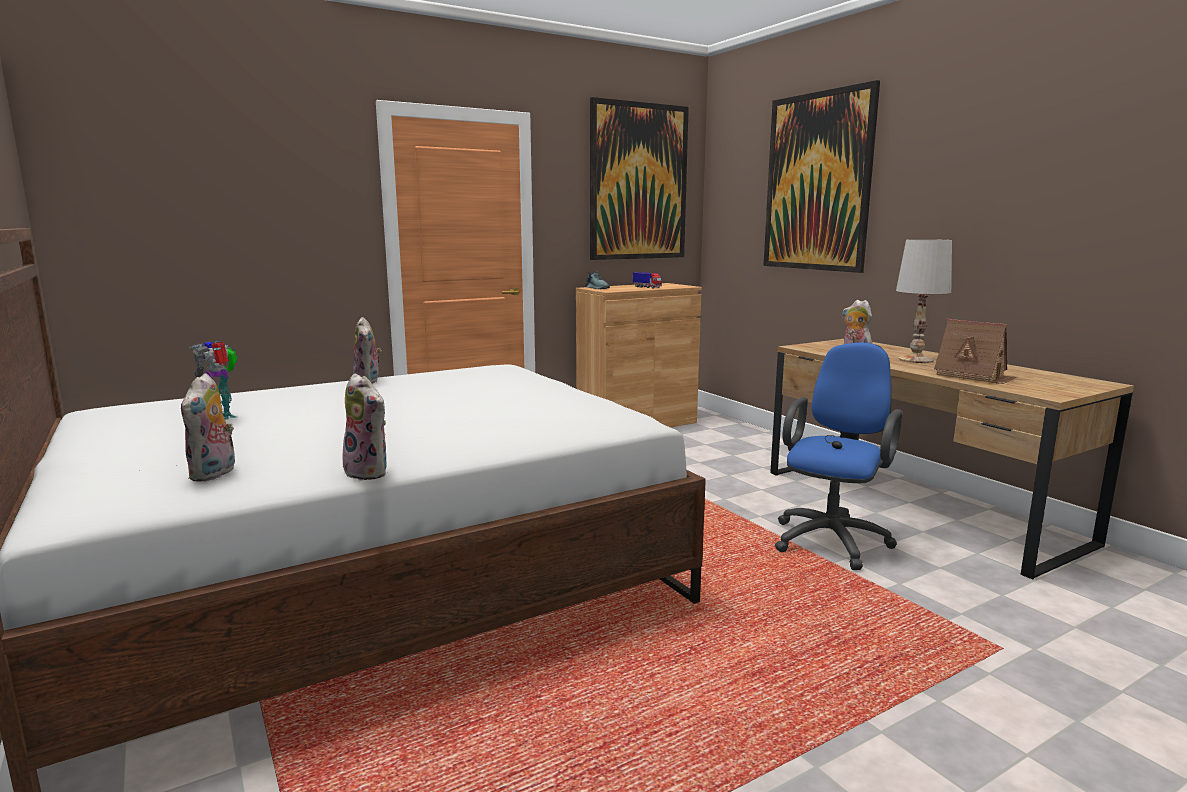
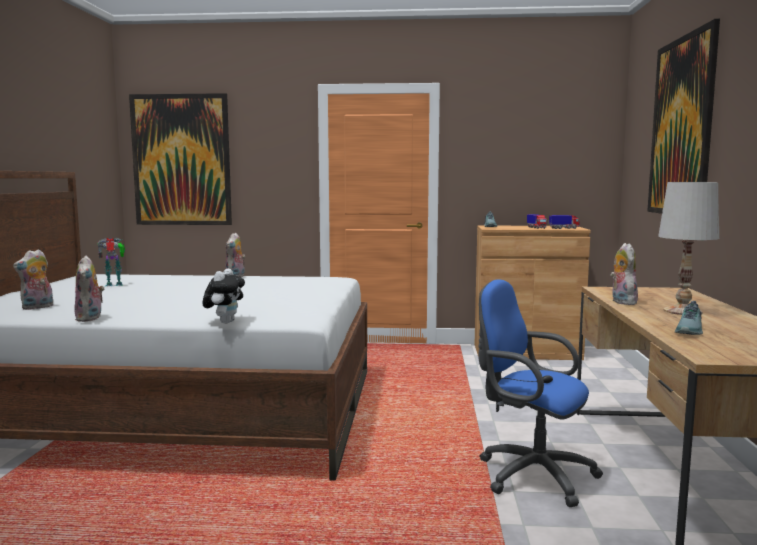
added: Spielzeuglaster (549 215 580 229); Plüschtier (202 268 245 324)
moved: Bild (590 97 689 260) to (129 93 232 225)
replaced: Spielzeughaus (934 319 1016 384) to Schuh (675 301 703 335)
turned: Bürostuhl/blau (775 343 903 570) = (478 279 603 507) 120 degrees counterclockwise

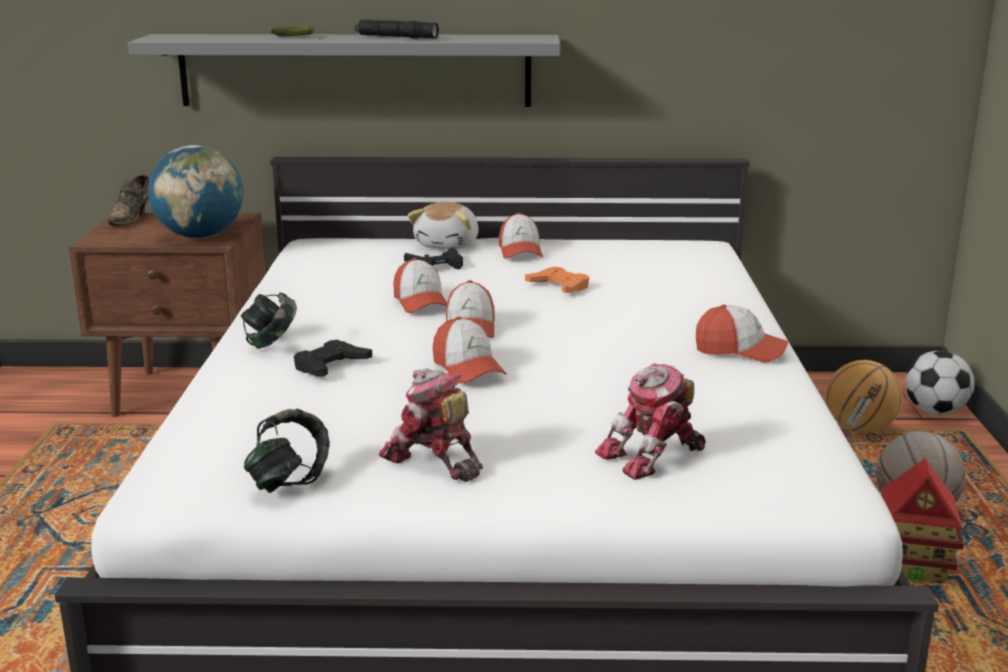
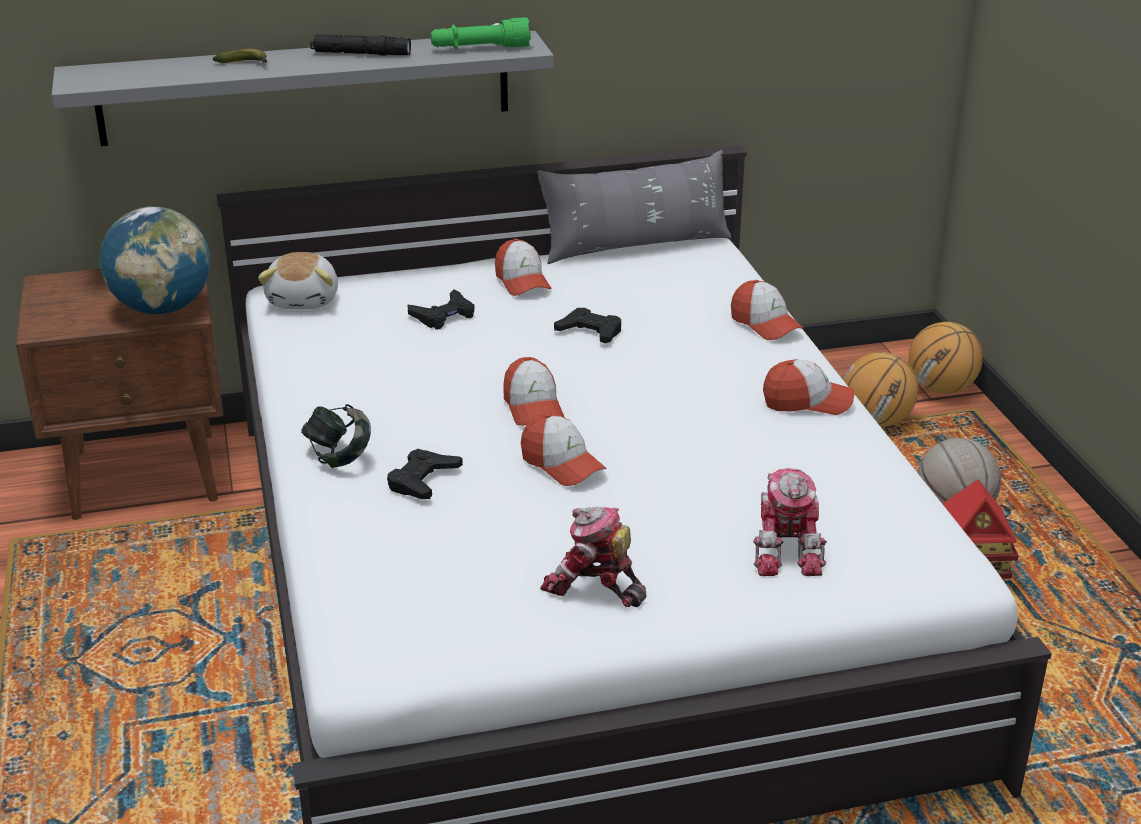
removed: Schuh/braun (108 175 150 226); Kopfhörer (244 409 330 493)
added: Taschenlampe/grün (431 17 531 49); Kissen/grau (537 150 732 264)
moved: Plüschtier (408 202 479 249) to (258 252 338 309); Kappe (393 258 447 313) to (731 280 804 340)
replaced: Fußball (905 351 975 415) to Basketball (909 322 983 394)
recoloured: Gamepad/orange (525 267 589 293) to Gamepad/schwarz (554 308 621 343)
turned: Spielzeugroboter (595 363 706 480) = (753 468 827 576) 45 degrees counterclockwise

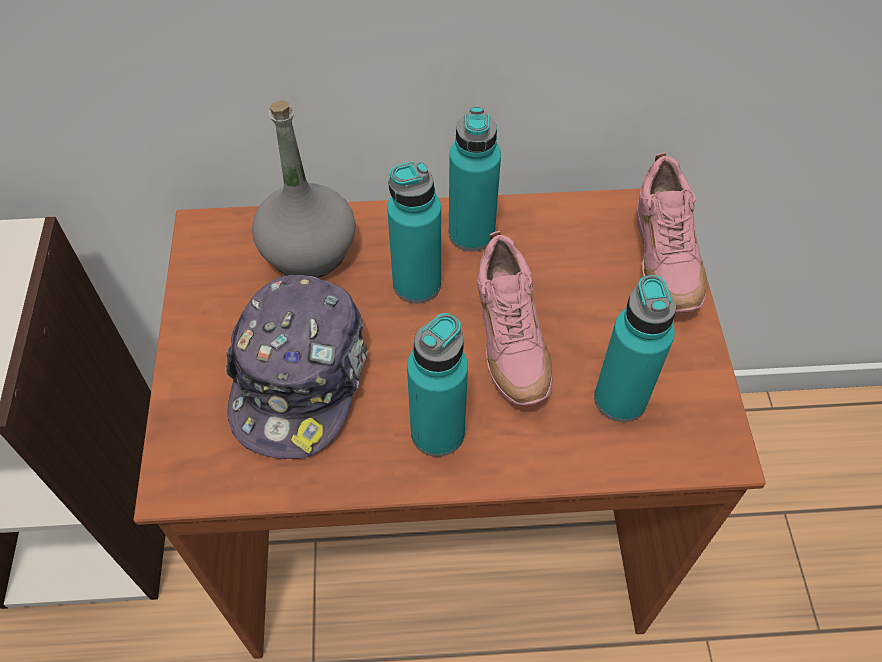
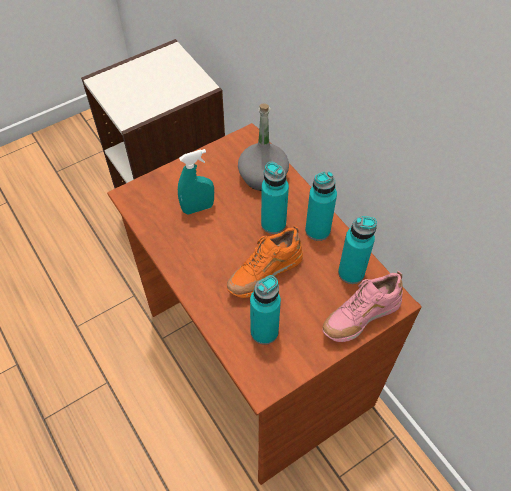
moved: Flasche/türkis (407 313 468 457) to (338 216 377 284)
replaced: Kappe (225 275 368 459) to Sprühflasche/türkis (178 149 214 214)
recoloured: Schuh/rosa (477 231 553 406) to Schuh/orange (227 226 303 298)

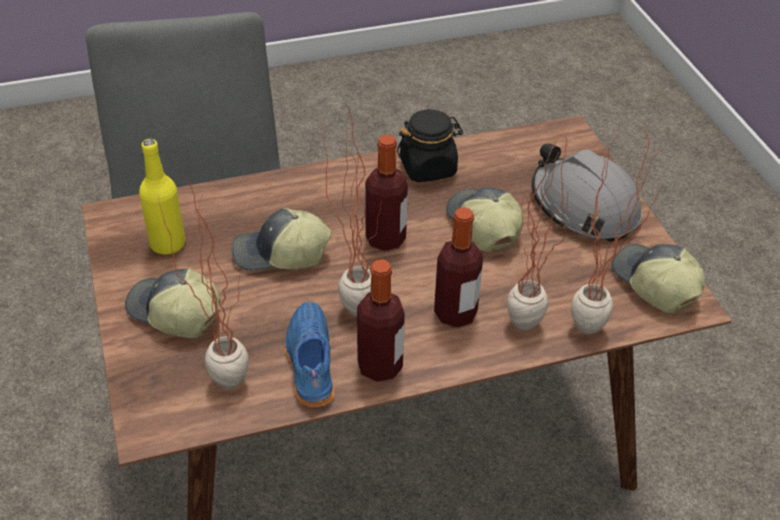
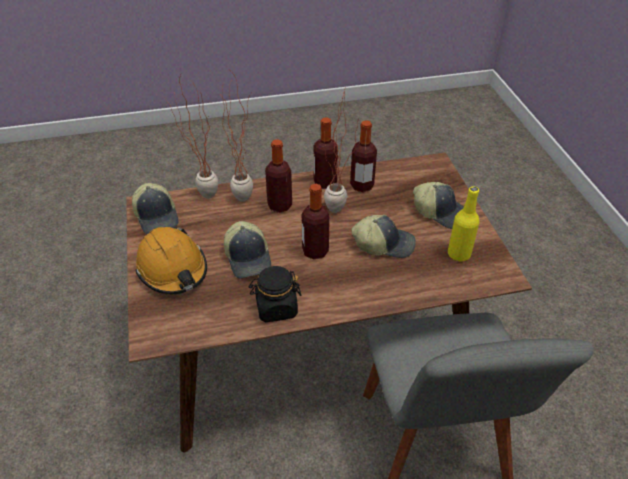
removed: Topfpflanze (158 175 249 389)
replaced: Schuh/blau (285 302 334 407) to Flasche (350 120 377 192)
recoloured: Schutzhelm/grau (532 143 642 242) to Schutzhelm/orange (136 227 207 295)

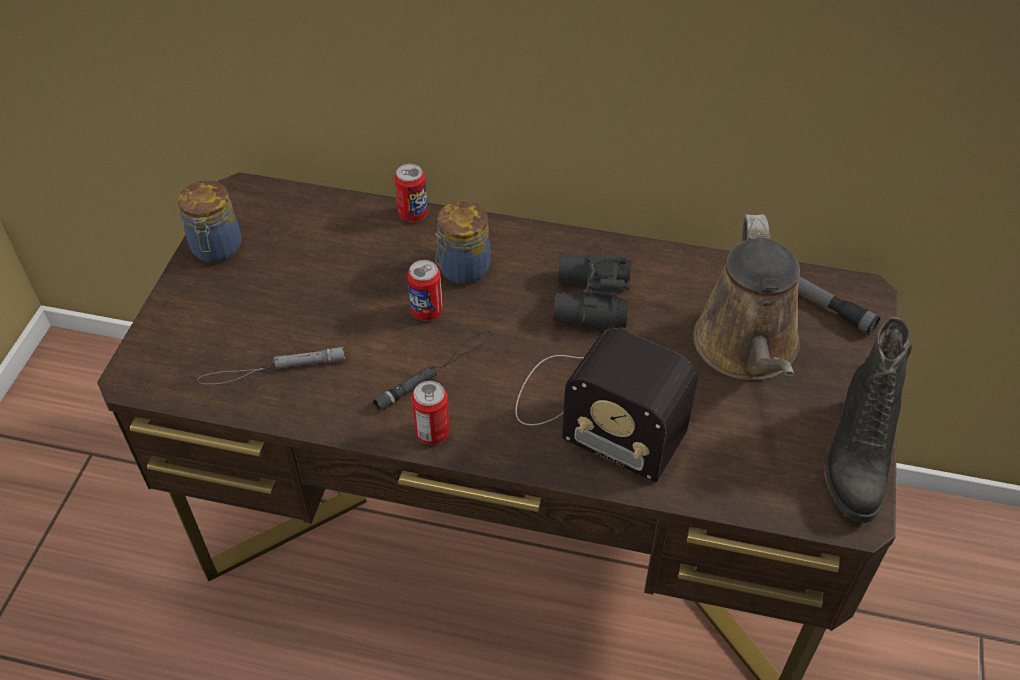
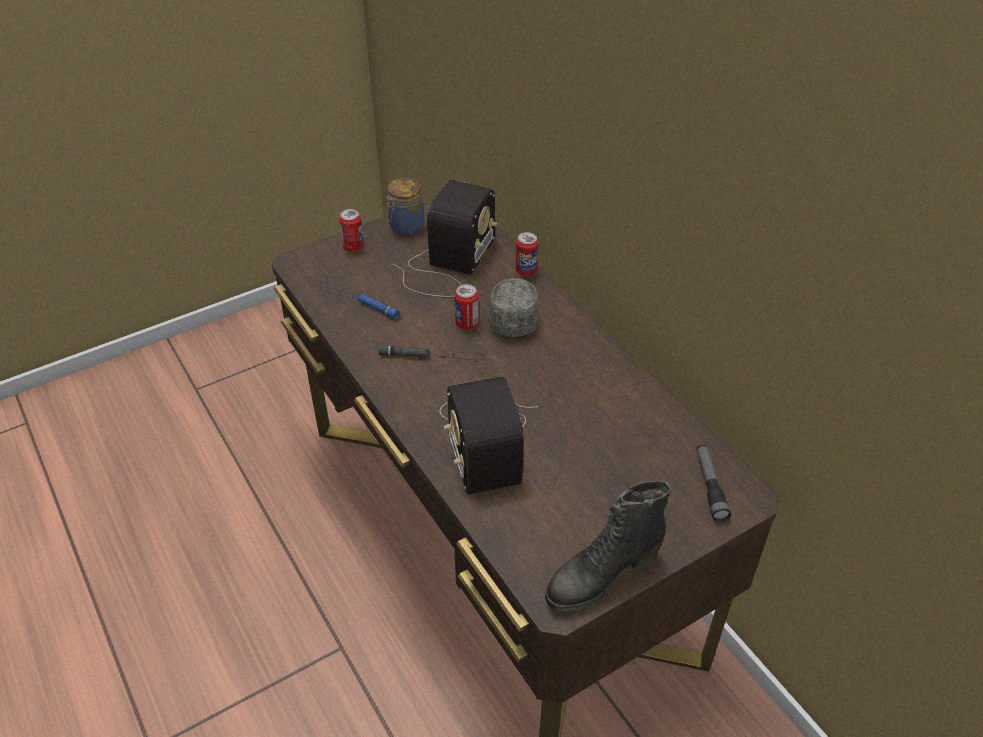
removed: Gießkanne/braun (693 214 800 380); Fernglas/schwarz (553 252 631 328)
added: Radio (392 180 497 297)
moved: Dose (412 381 450 445) to (339 209 364 252)
replaced: Vorratsglas (435 201 491 284) to Kappe/grau (488 278 539 337)
recoloured: Taschenlampe/grau (197 347 345 384) to Taschenlampe/blau (318 281 400 319)

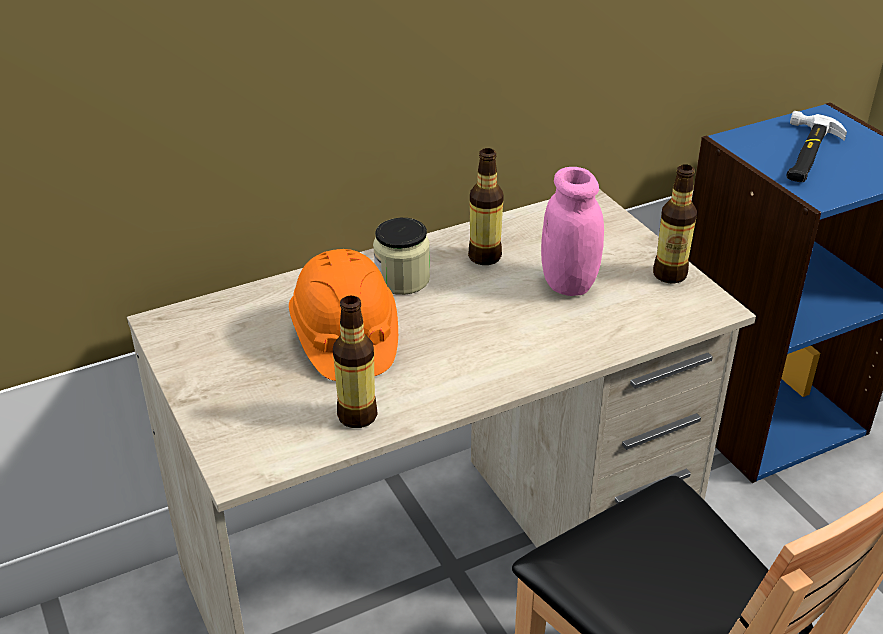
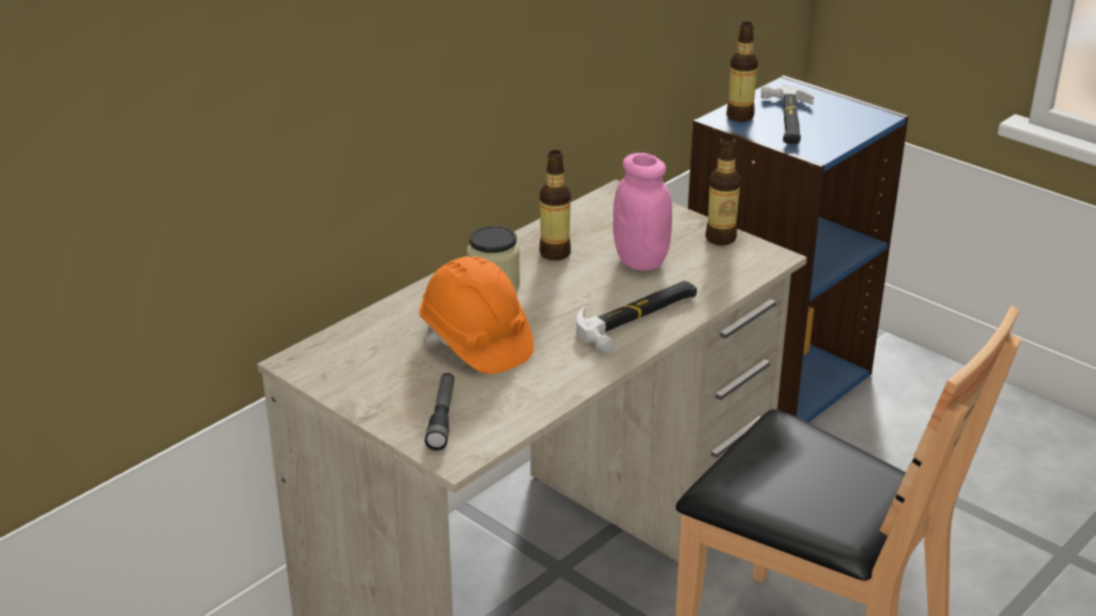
added: Hammer (576 281 697 353); Taschenlampe (425 373 454 450)
moved: Flasche (333 296 377 428) to (726 22 758 122)

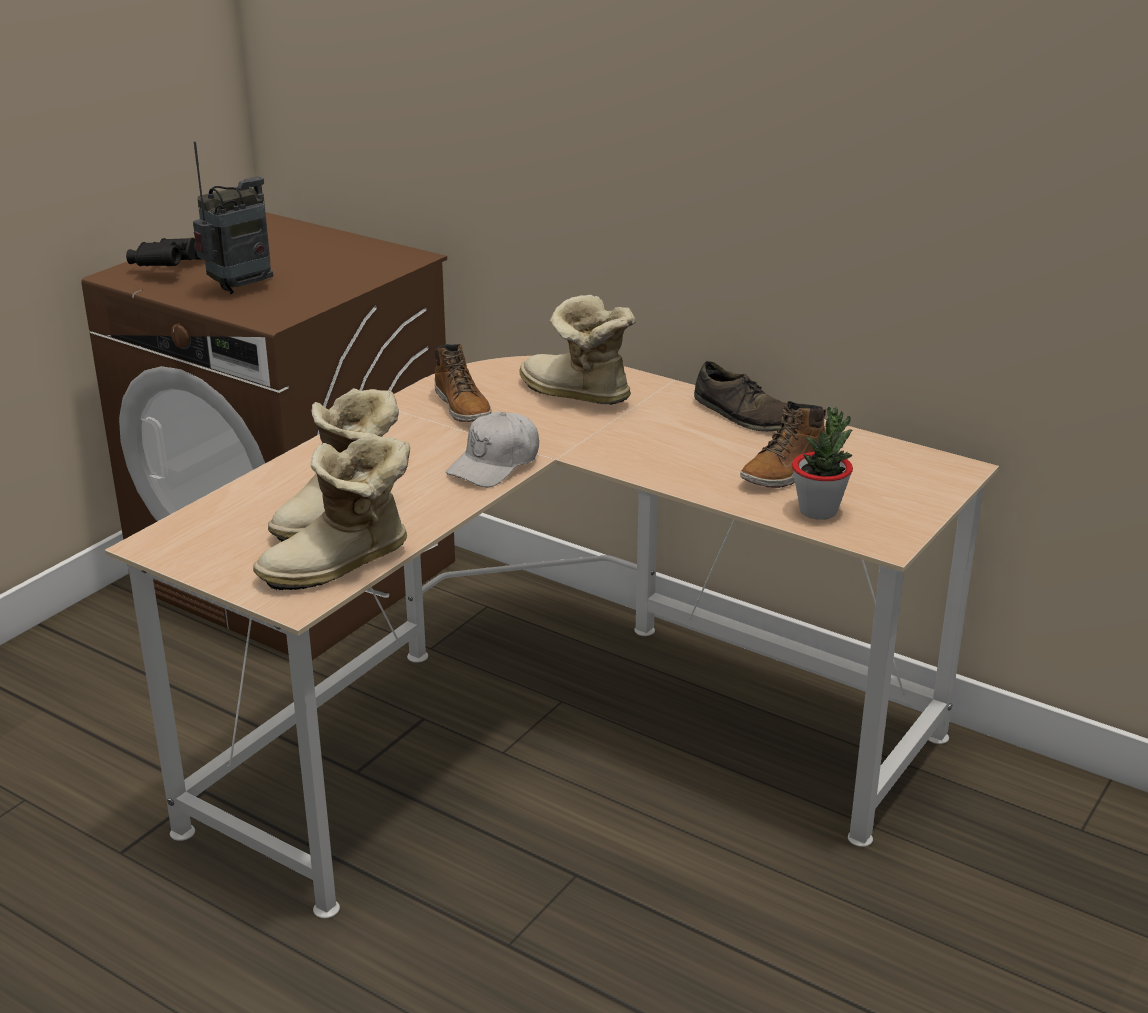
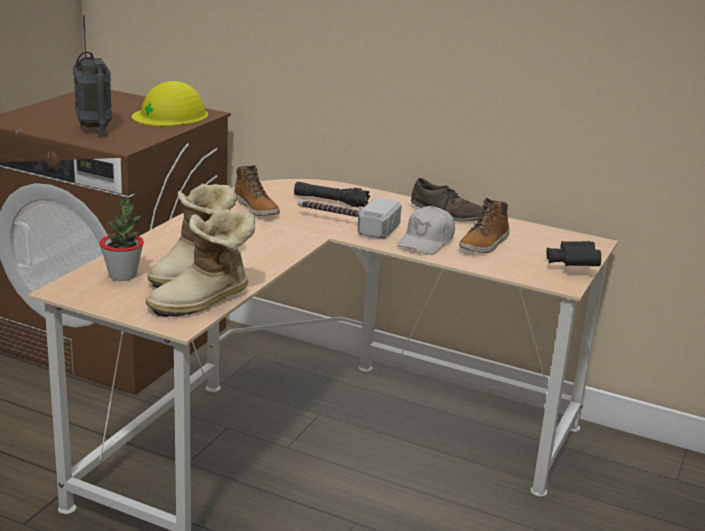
added: Schutzhelm/gelb (132 81 208 126); Hammer (298 197 402 239)
moved: Fernglas/schwarz (126 238 201 266) to (547 241 601 266); Topfpflanze (792 407 853 520) to (100 198 144 281); Kappe/weiß (446 412 539 487) to (397 206 455 255)
replaced: Stiefel (519 295 636 405) to Taschenlampe/schwarz (294 182 370 207)
turned: Radio (193 141 273 294) = (73 15 112 136) 120 degrees clockwise

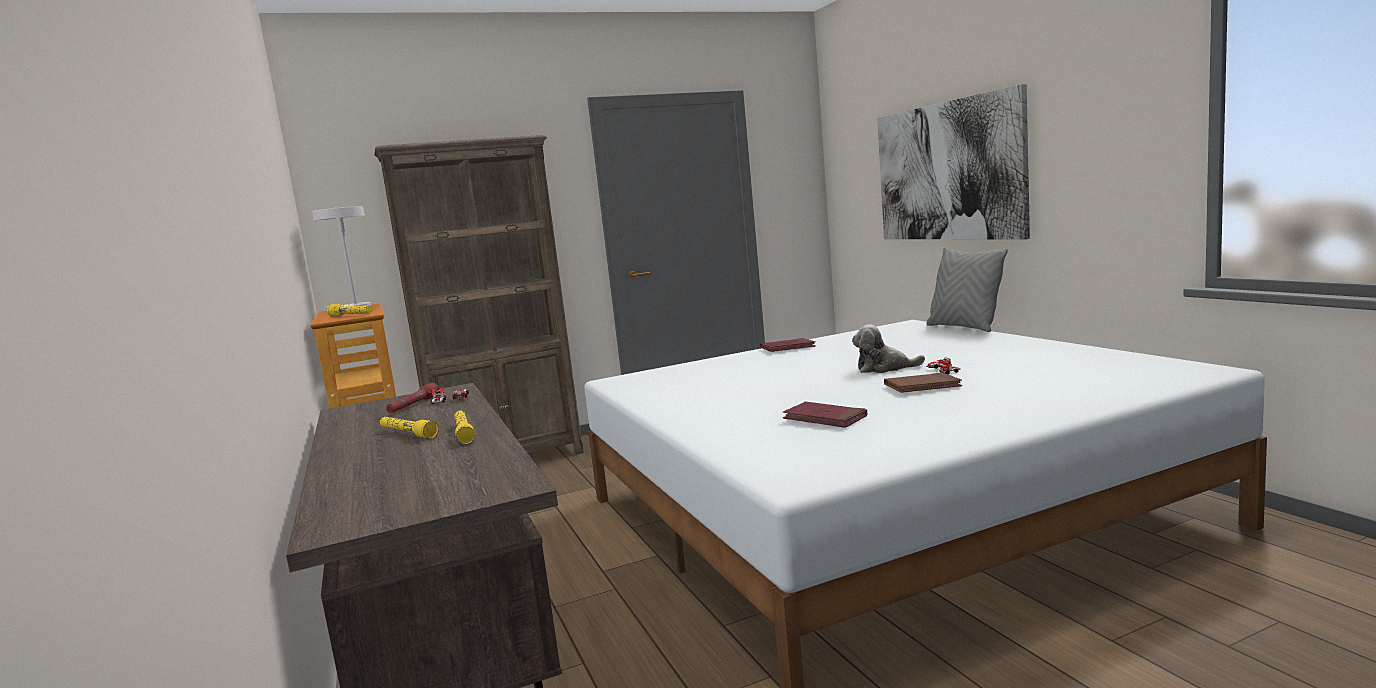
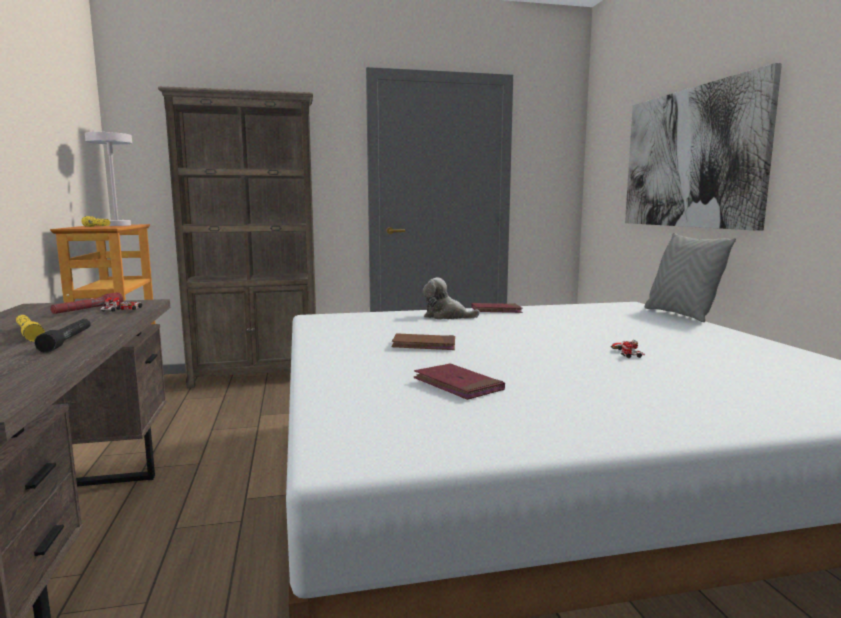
moved: Plüschtier (852 324 925 373) to (423 278 480 319); Buch/braun (884 372 962 393) to (392 333 455 350)
recoloured: Taschenlampe/gelb (455 410 475 445) to Taschenlampe/schwarz (34 319 91 353)

